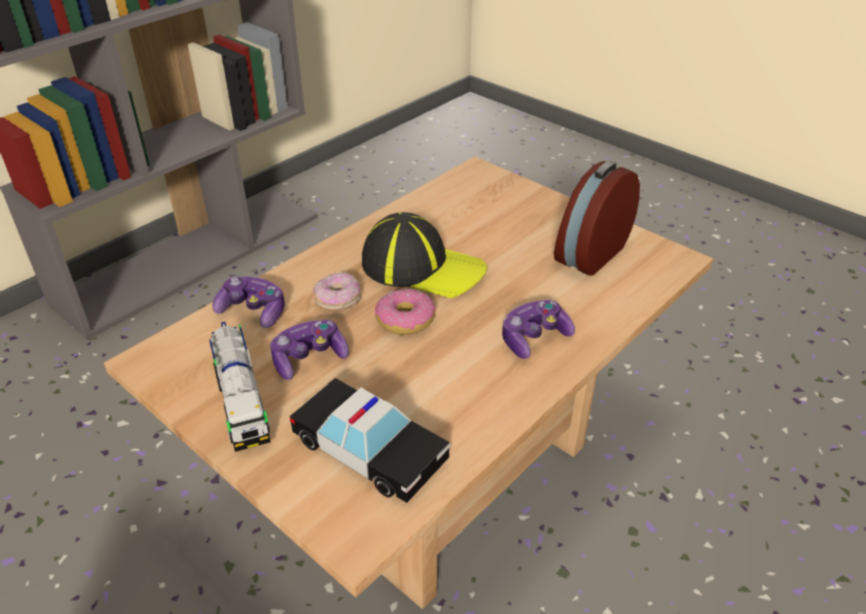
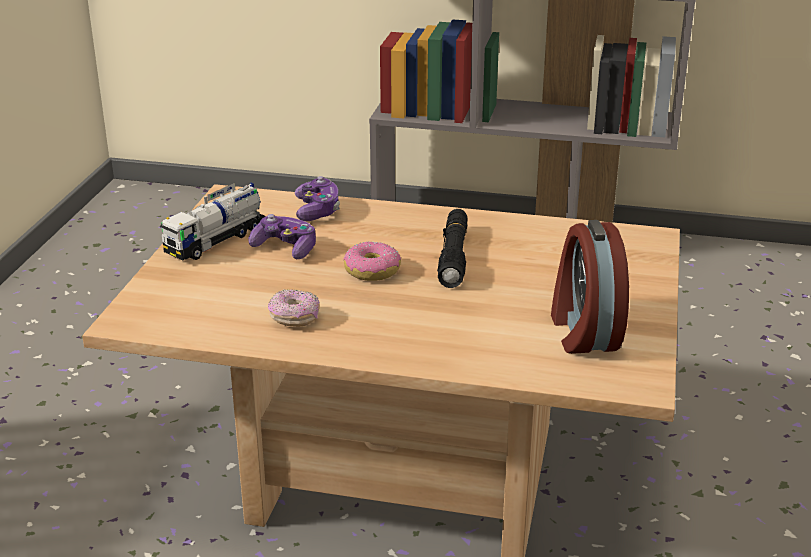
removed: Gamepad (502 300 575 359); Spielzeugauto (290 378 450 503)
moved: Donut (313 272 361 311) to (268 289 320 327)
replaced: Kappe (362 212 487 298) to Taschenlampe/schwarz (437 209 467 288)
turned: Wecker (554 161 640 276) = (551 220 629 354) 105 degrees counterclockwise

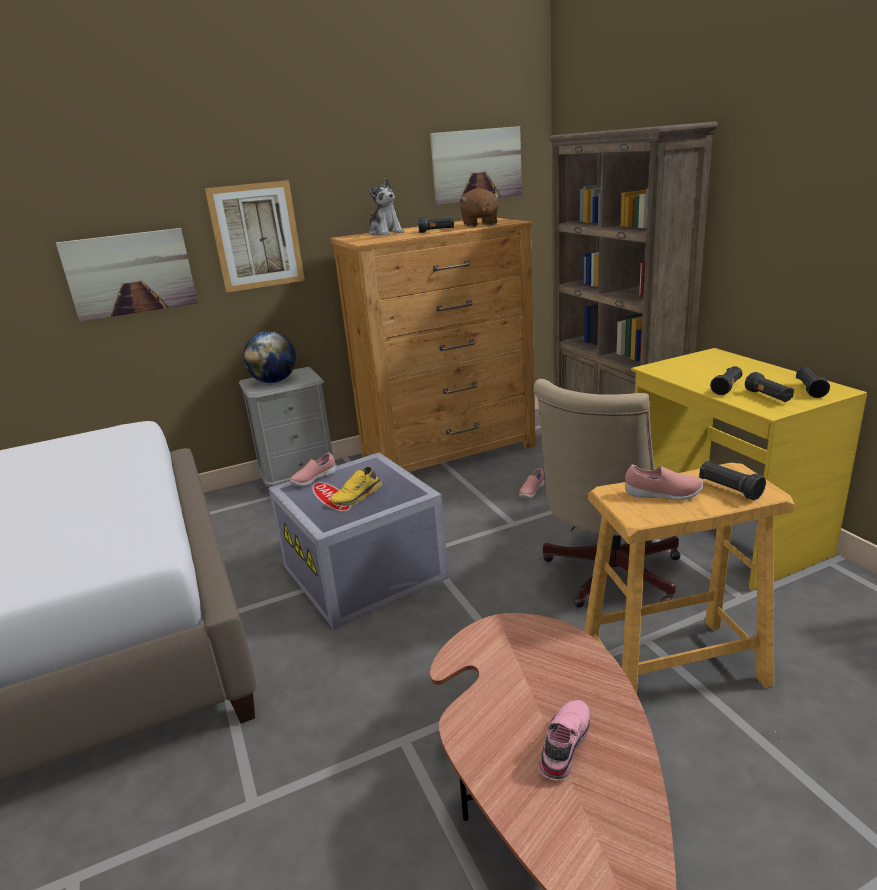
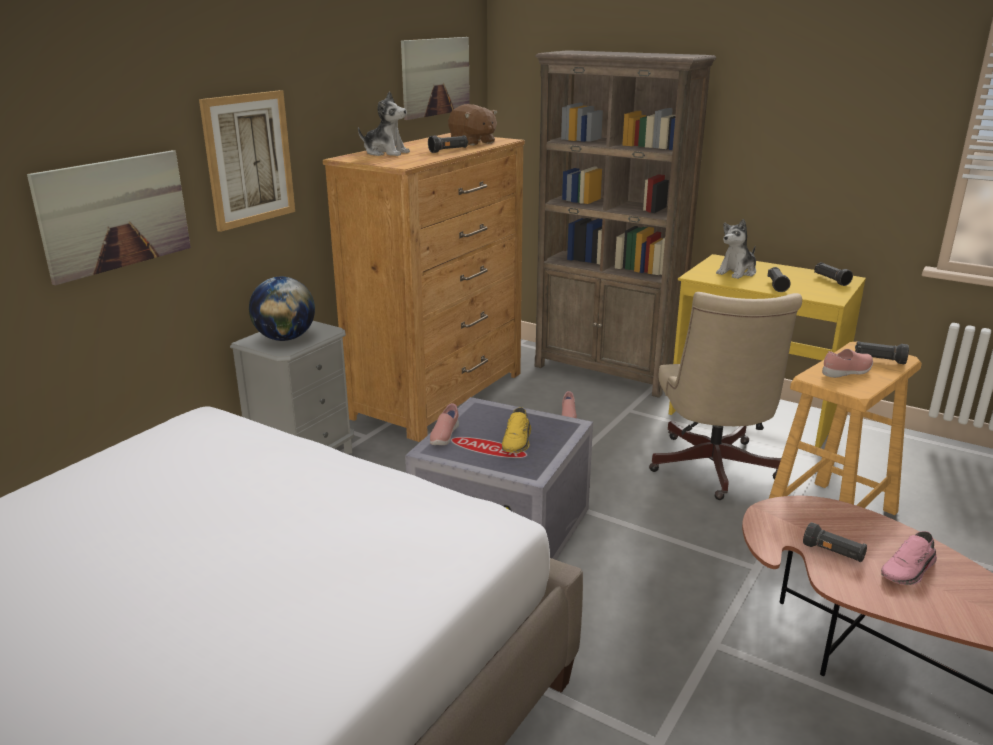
added: Plüschtier (716 219 756 279)
moved: Taschenlampe/schwarz (745 372 794 402) to (803 522 867 562)
turned: Schuh/rosa (539 700 590 781) = (881 531 937 585) 120 degrees counterclockwise

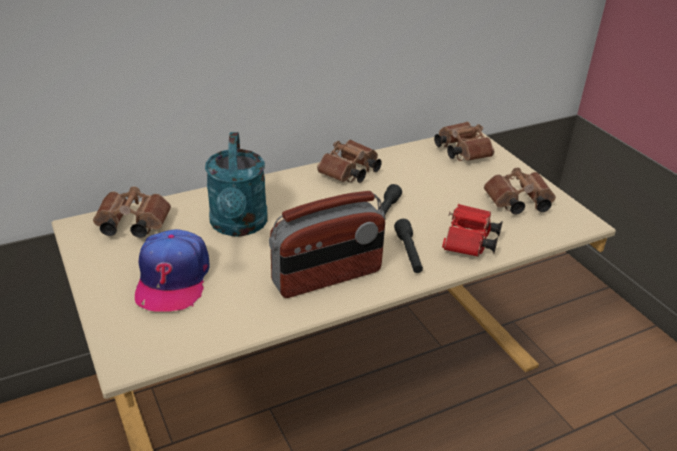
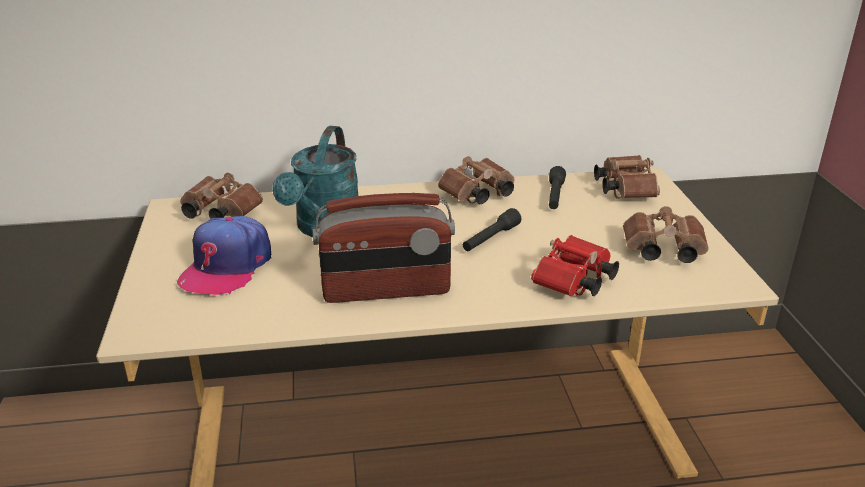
moved: Taschenlampe/schwarz (394 219 423 273) to (549 166 566 209)

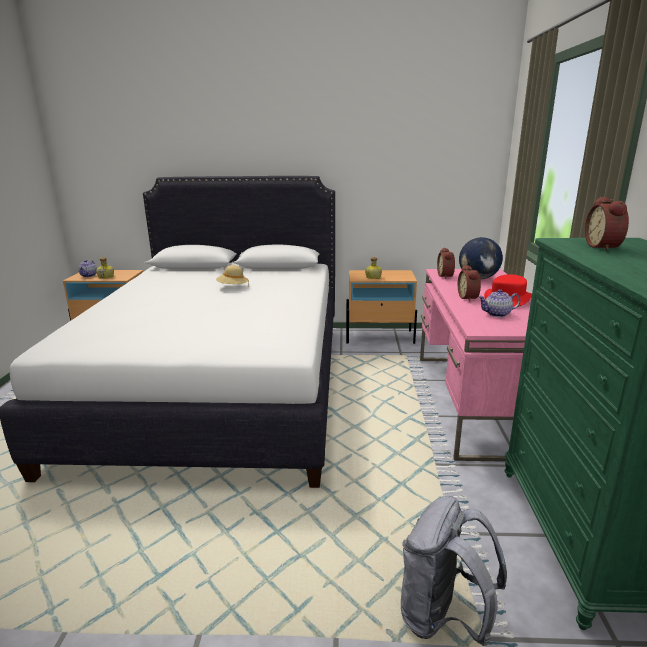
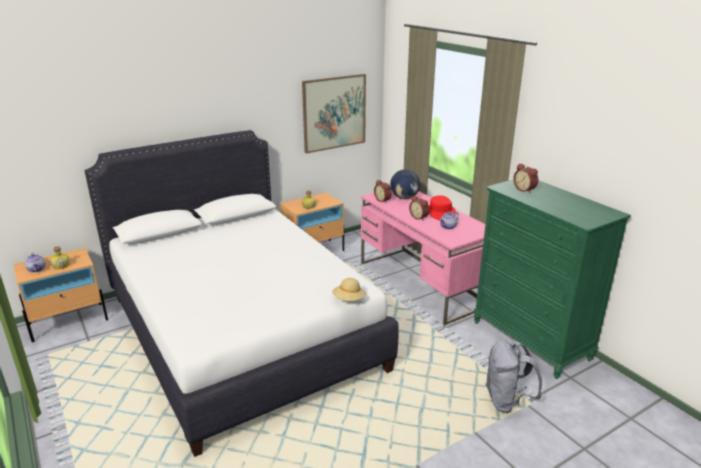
added: Bild (302 74 366 153)
moved: Hut/beige (216 265 249 284) to (332 278 366 301)

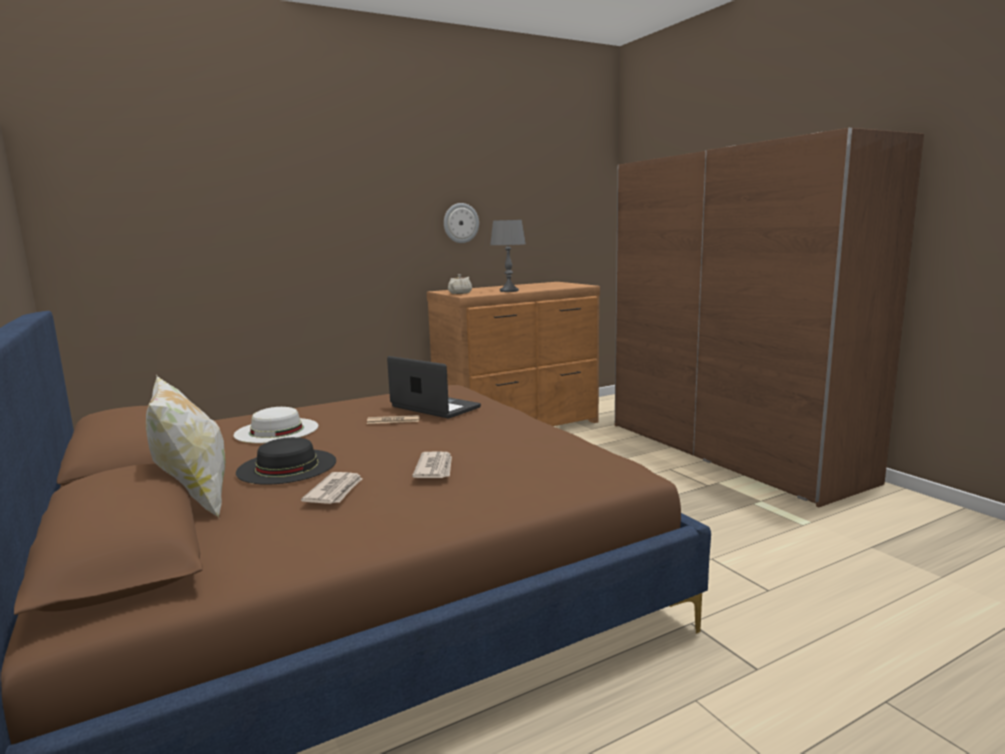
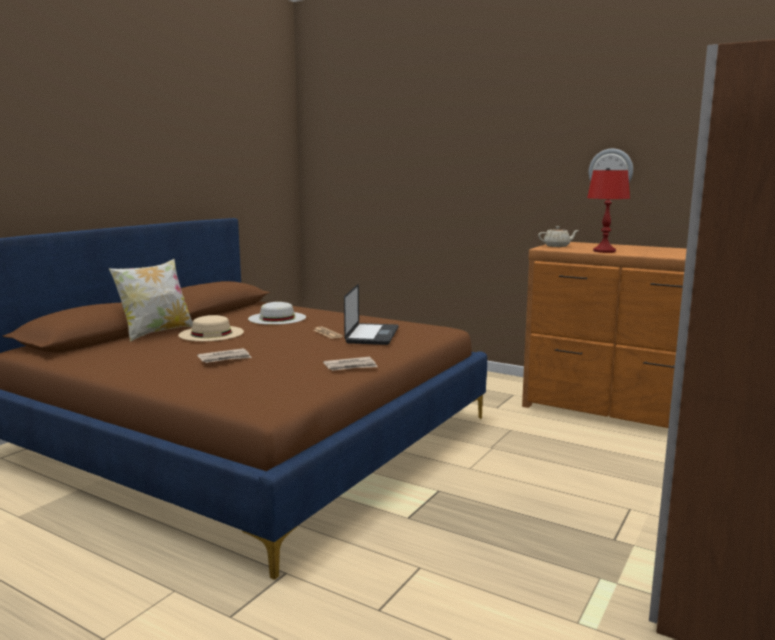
moved: Zeitung (301 472 362 504) to (323 357 378 371)
recoloured: Tischlampe/grau (490 220 526 292) to Tischlampe/rot (587 170 630 253); Hut/schwarz (236 437 336 485) to Hut/beige (178 315 244 341)

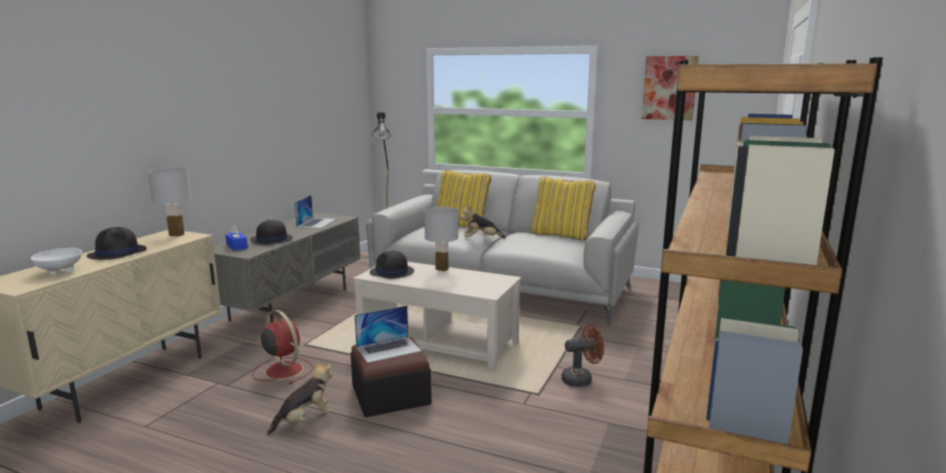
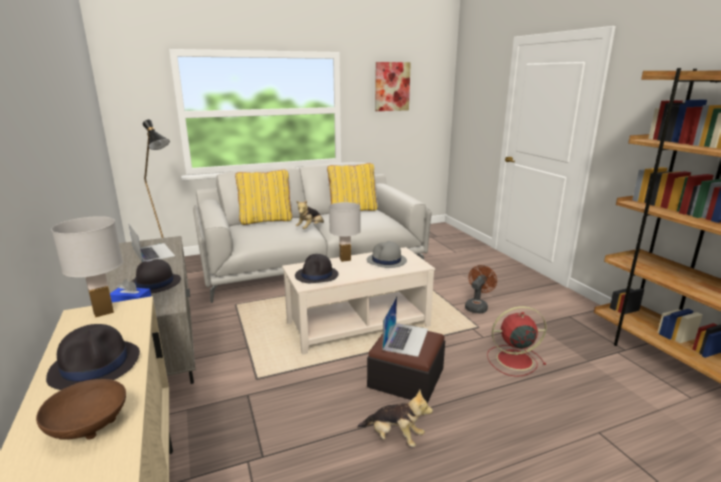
added: Hut/grau (367 241 407 268)
moved: Ventilator/rot (252 310 313 384) to (487 306 546 377)
recoloured: Schüssel/weiß (31 248 82 274) to Schüssel/braun (36 379 126 440)
turned: Plüschtier (267 361 332 435) = (357 389 433 447) 105 degrees clockwise

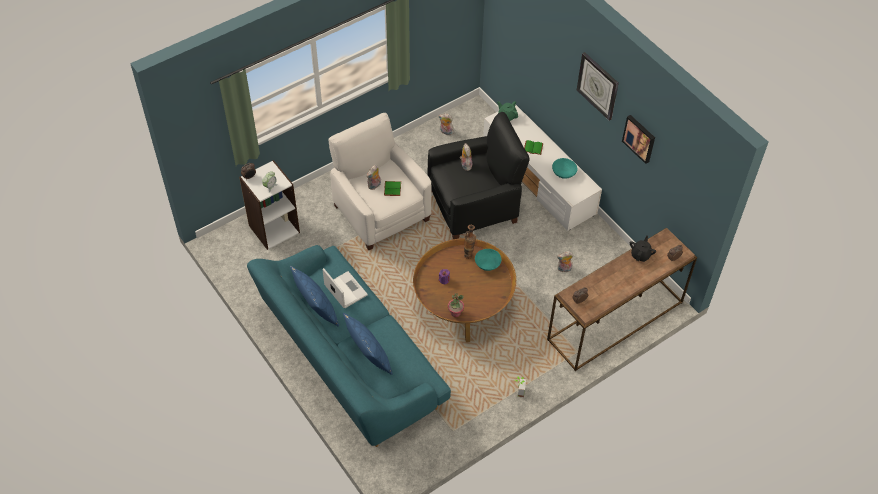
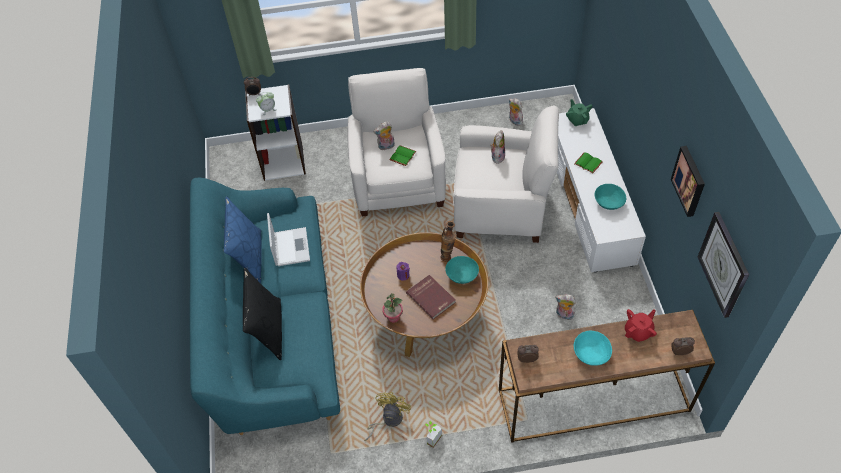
added: Buch/rot (406 275 456 319); Schüssel/türkis (574 331 612 366); Ventilator/gelb (364 392 411 441)
moved: Wanduhr (577 52 619 121) to (698 212 749 318)
recoloured: Sessel/schwarz (428 112 530 239) to Sessel/weiß (453 106 559 243); Teekanne/schwarz (630 235 656 262) to Teekanne/rot (625 309 657 342); Kissen/blau (343 313 393 375) to Kissen/schwarz (243 268 282 360)

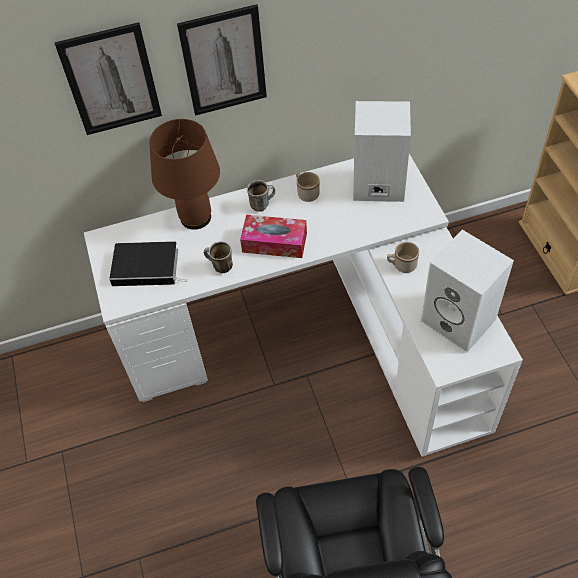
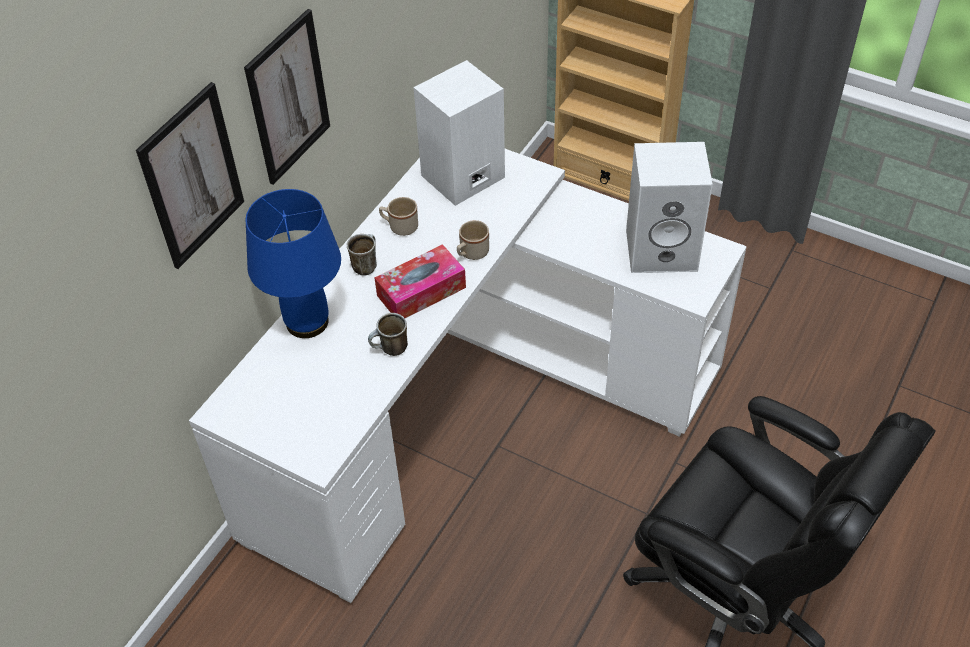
removed: Buch (109 241 187 286)
moved: Henkelbecher/beige (387 242 419 273) to (457 220 489 260)
recoloured: Tischlampe/braun (149 119 220 230) to Tischlampe/blau (246 189 341 338)

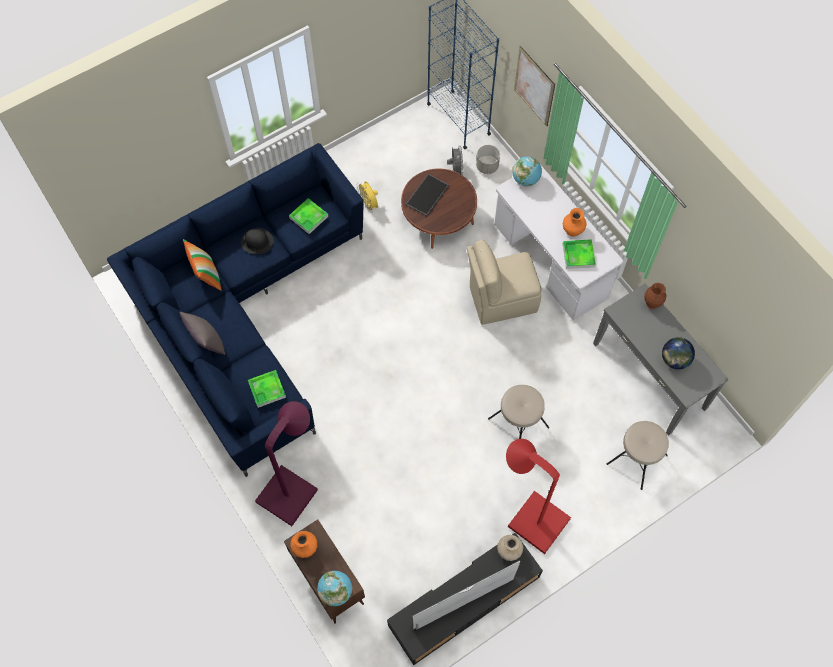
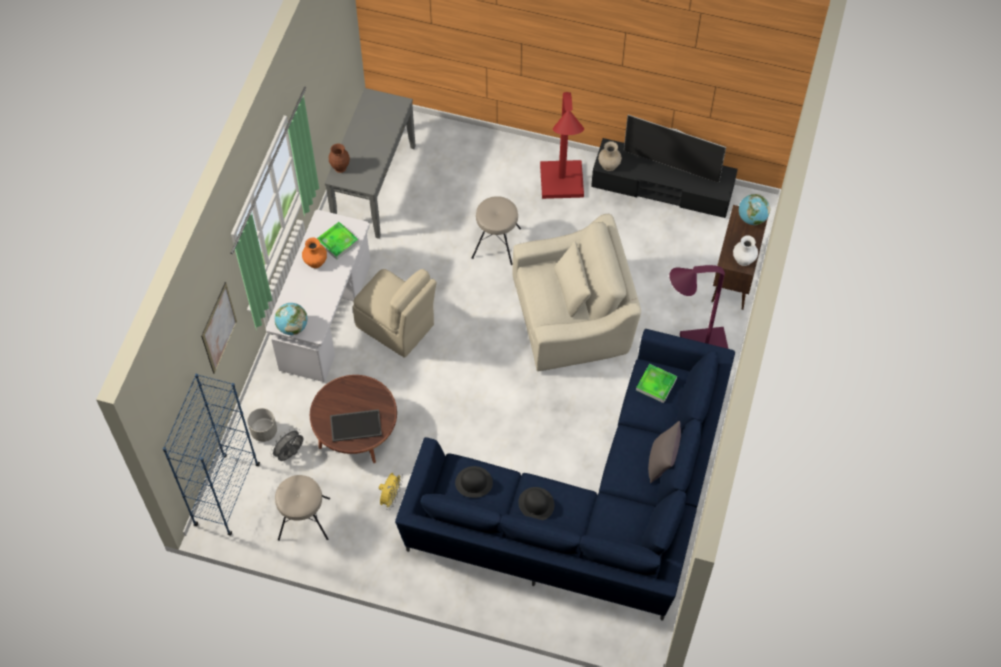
removed: Kissen (183 239 222 291); Globus (662 337 695 369)
added: Sessel/beige (512 214 641 372)
moved: Hocker/beige (607 421 669 490) to (275 475 330 541)
replaced: Tablett (289 198 328 234) to Hut/schwarz (455 466 493 498)
recoloured: Vase/orange (291 531 317 558) to Vase/weiß (733 236 758 266)

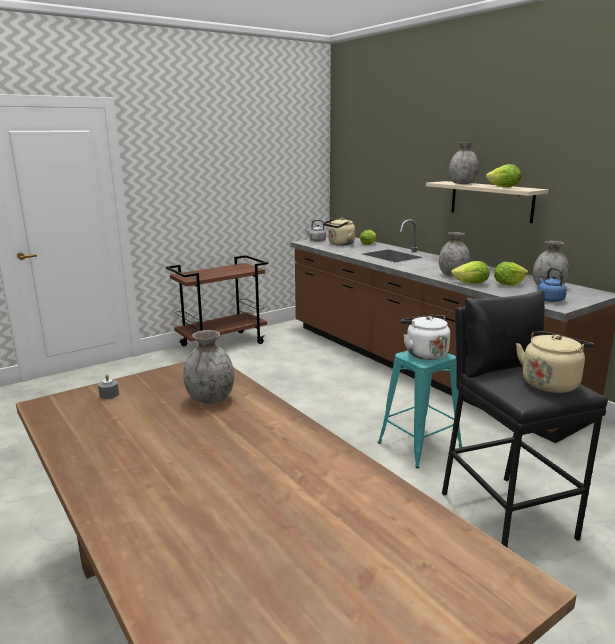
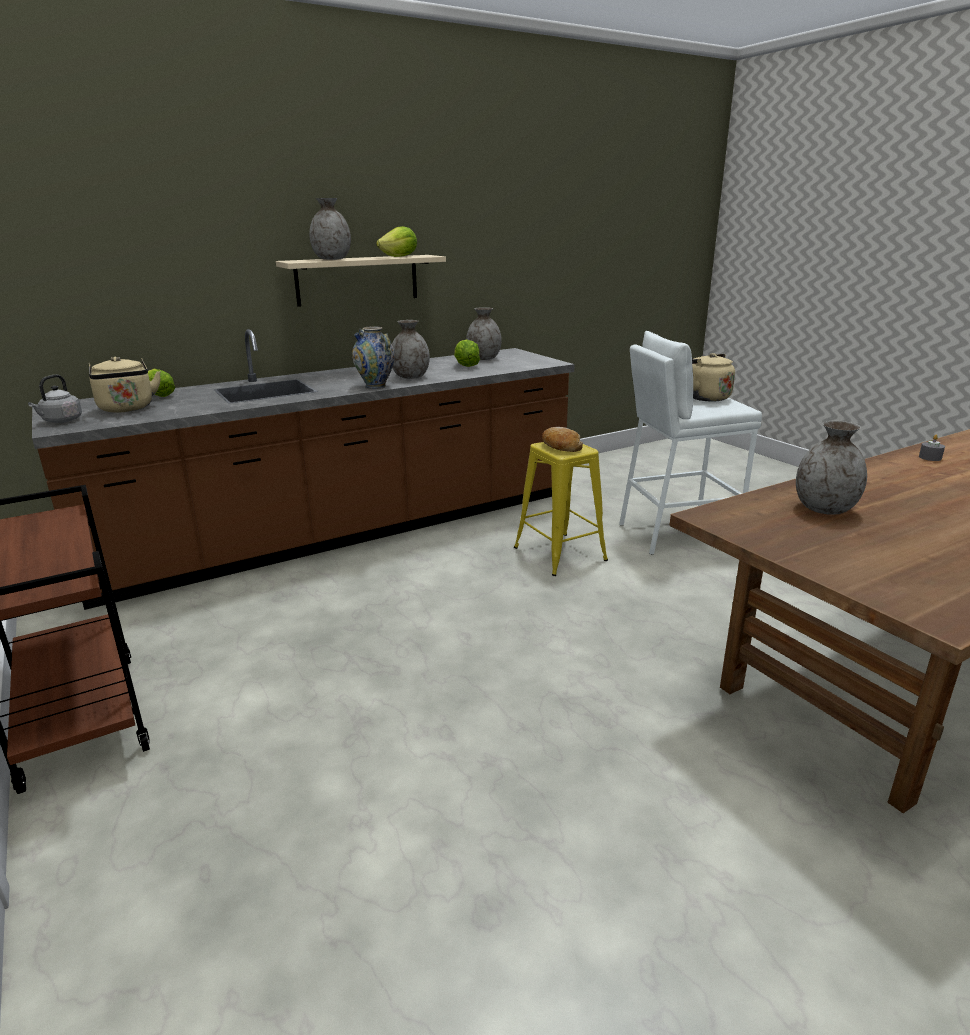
removed: Salatkopf (451 261 490 284); Wasserkessel/blau (538 268 567 302)
added: Vase (352 326 395 389)
moved: Kerze/grau (98 374 119 399) to (919 435 945 461)
replaced: Wasserkessel/weiß (400 315 450 360) to Brot (542 427 583 452)
recoloured: Hocker/schwarz (442 290 608 547) to Hocker/weiß (619 331 762 555); Hocker/türkis (378 350 462 468) to Hocker/gelb (514 442 608 576)

